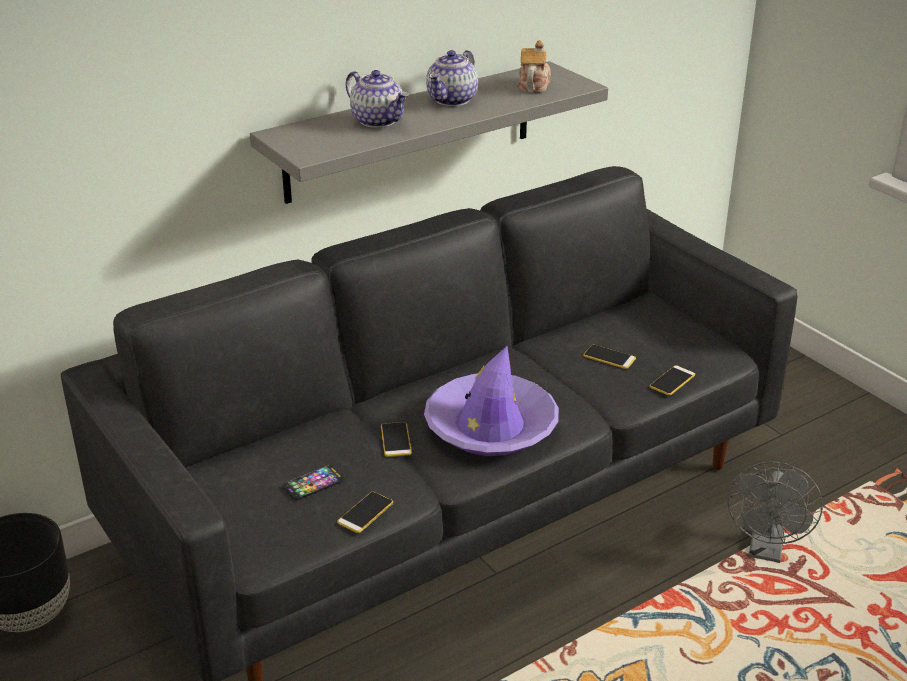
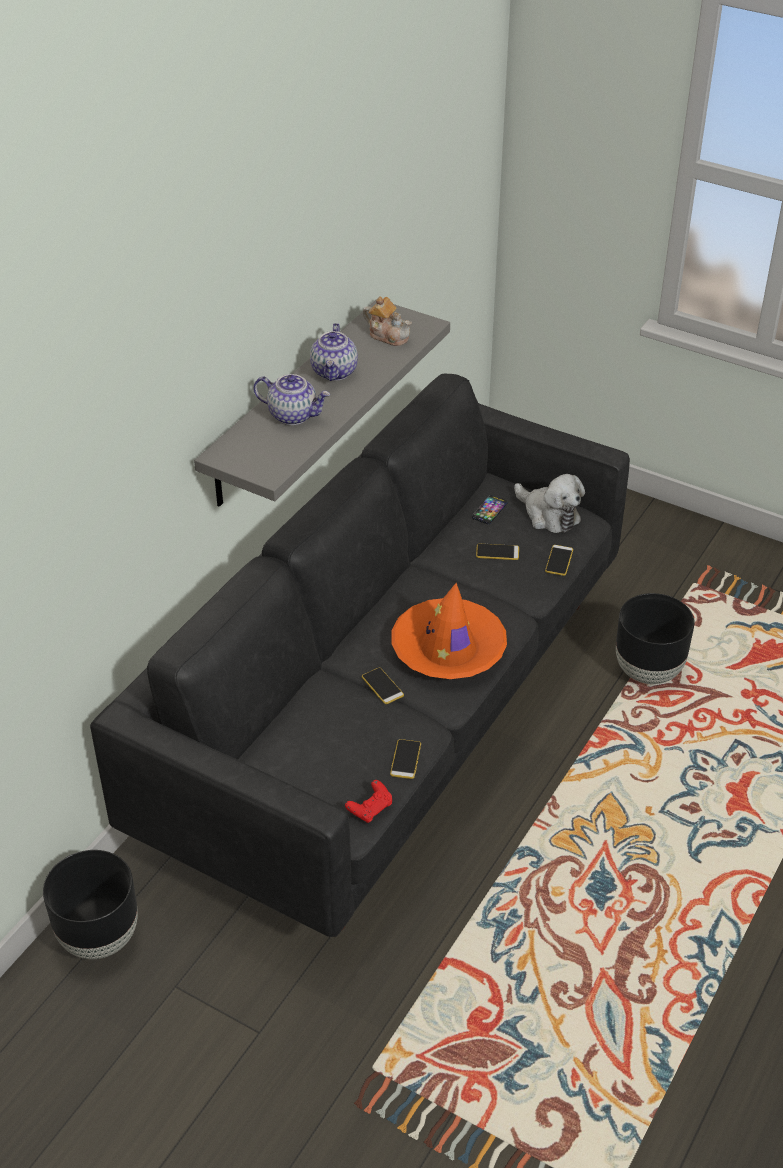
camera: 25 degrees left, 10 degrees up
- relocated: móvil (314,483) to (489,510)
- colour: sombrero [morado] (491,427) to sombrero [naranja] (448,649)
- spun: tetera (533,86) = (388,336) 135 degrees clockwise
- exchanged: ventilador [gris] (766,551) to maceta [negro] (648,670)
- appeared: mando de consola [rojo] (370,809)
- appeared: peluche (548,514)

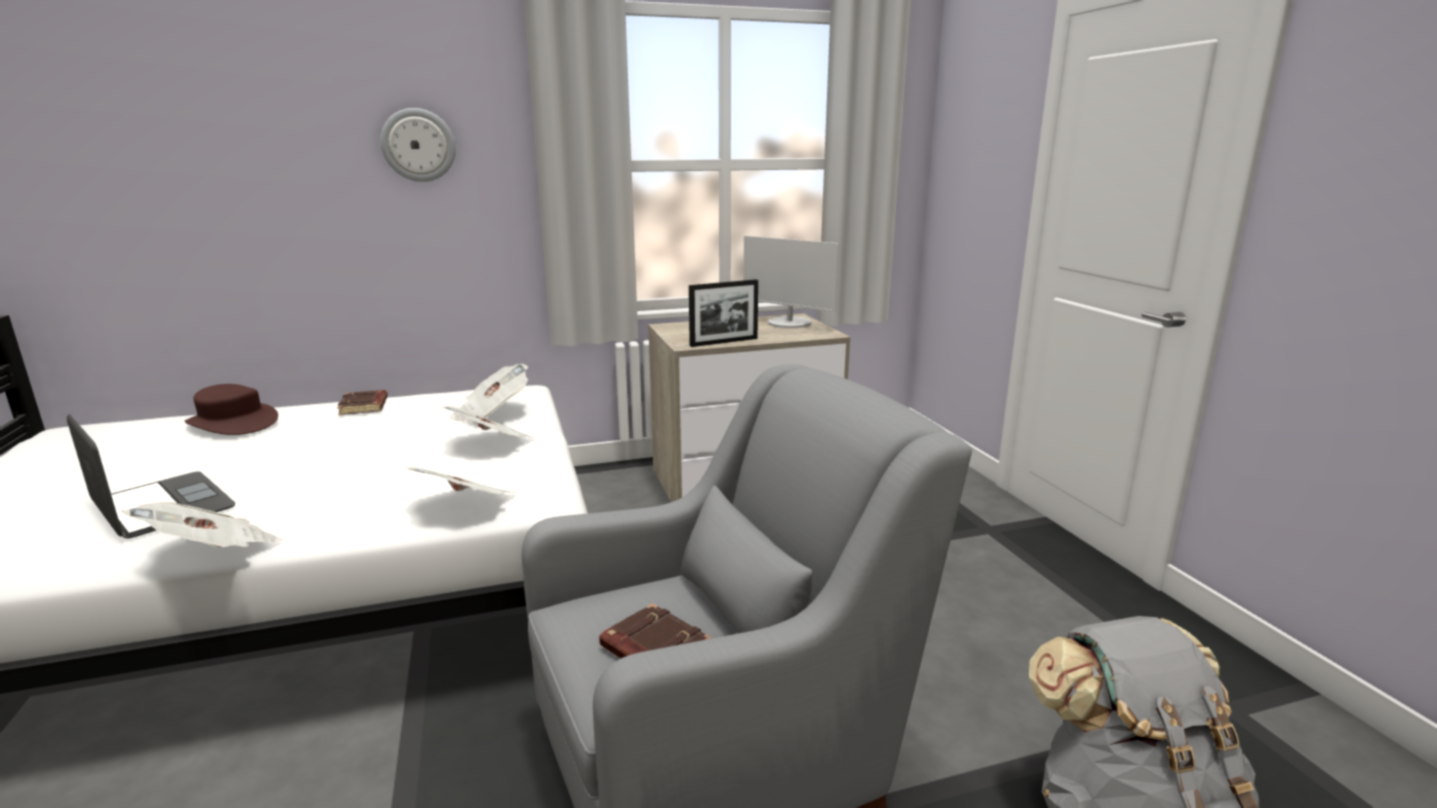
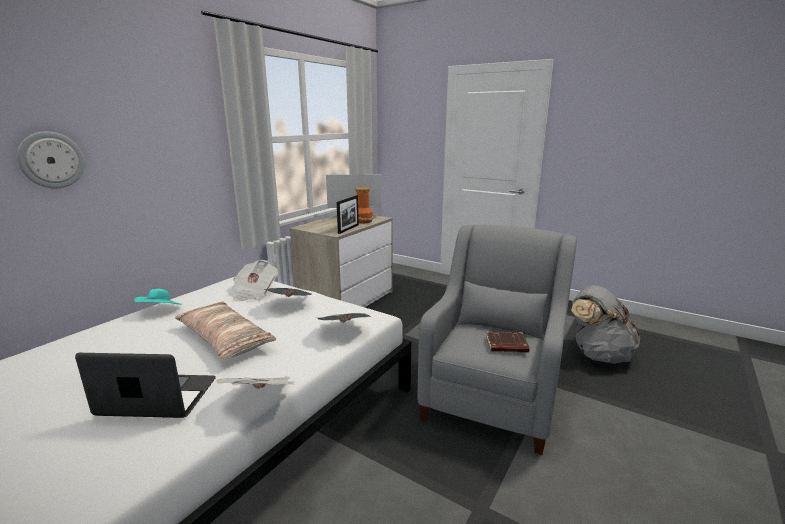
camera: 40 degrees left, 0 degrees up
- missing: sombrero [marrón] (232,423)
- exchanged: libro [marrón] (365,407) to sombrero [turquesa] (160,311)
- relocated: reloj de pared (418,145) to (51,160)
- appeared: cojín (224,339)
- appeared: florero (362,221)

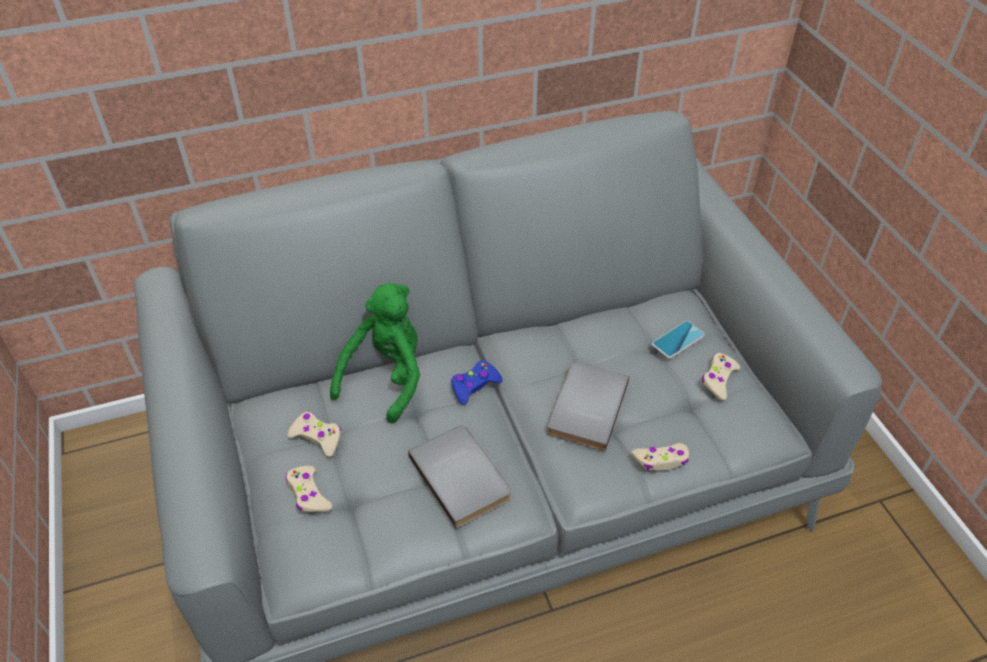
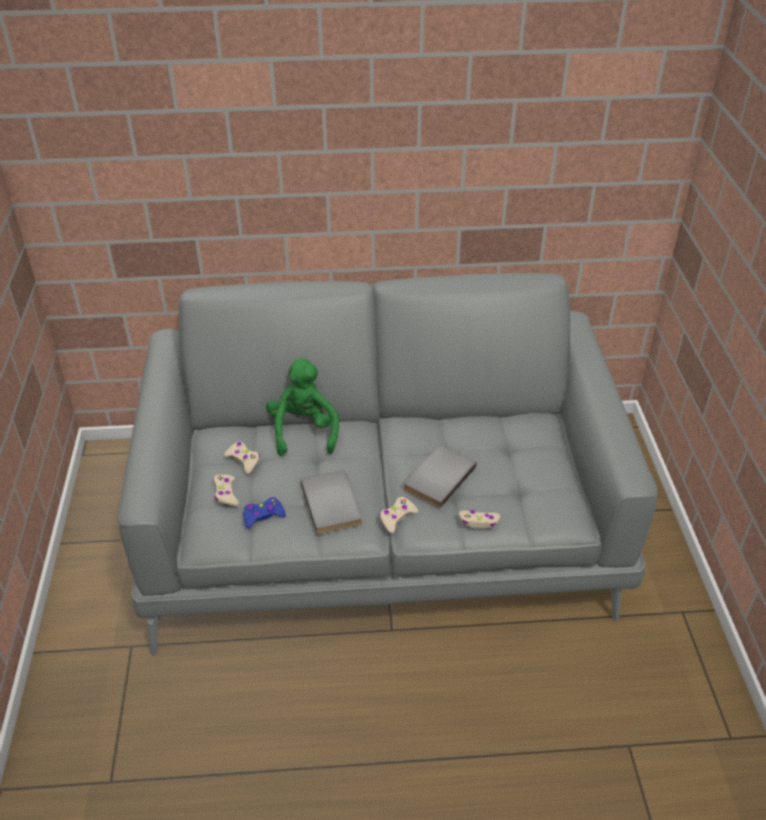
camera: 15 degrees right, 5 degrees down
- spun: peluche [verde] (385,377) = (304,431) 45 degrees counterclockwise
- relocated: mando de consola [azul] (474,386) to (263,516)
- missing: móvil (678,340)
- relocated: mando de consola [beis] (718,380) to (397,517)

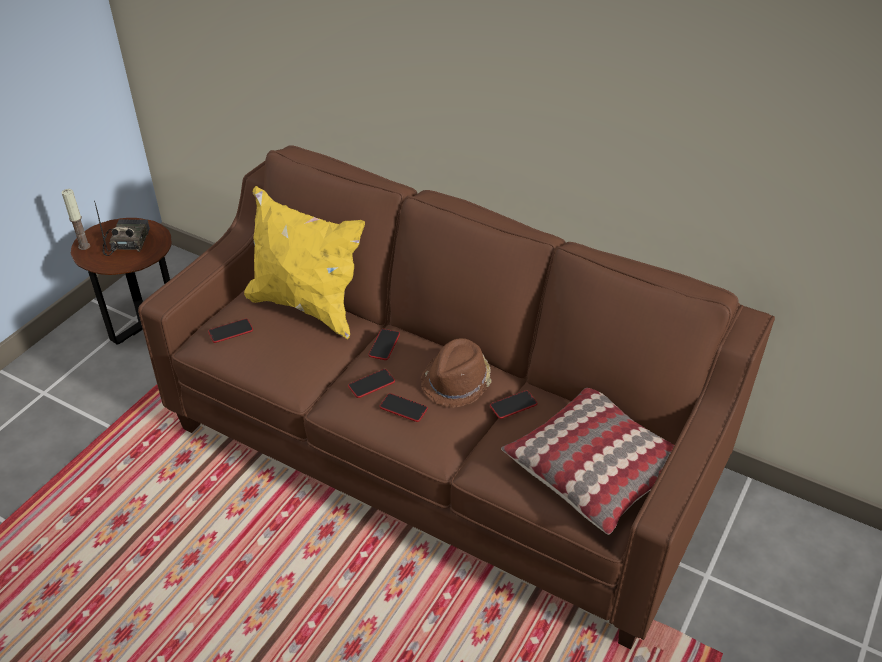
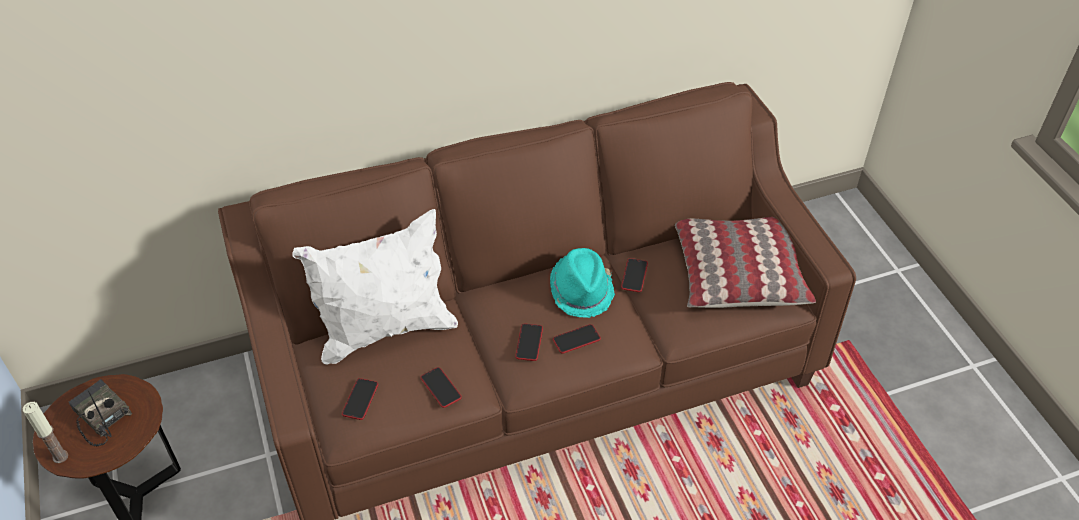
camera: 50 degrees left, 5 degrees up
- colour: cojín [amarillo] (307,307) to cojín [blanco] (385,330)
- relocated: móvil (384,345) to (441,388)
- colour: sombrero [marrón] (457,382) to sombrero [turquesa] (582,291)

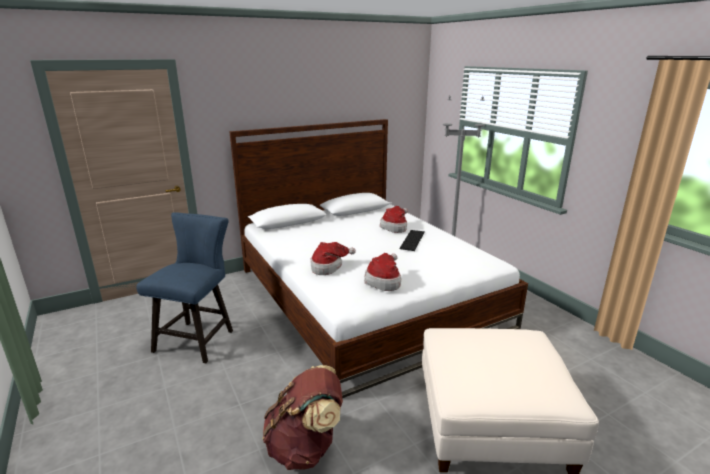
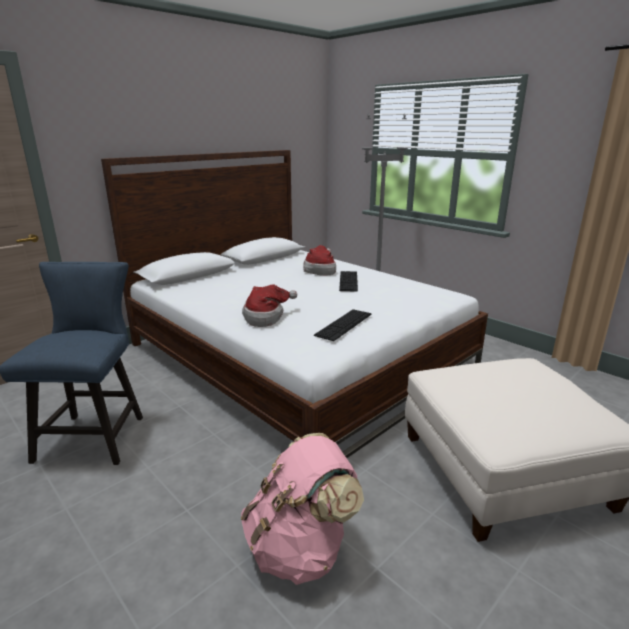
camera: 15 degrees left, 0 degrees up
- colour: mochila [marrón] (306,447) to mochila [rosa] (300,548)
- exchanged: sombrero (384,281) to teclado (344,324)

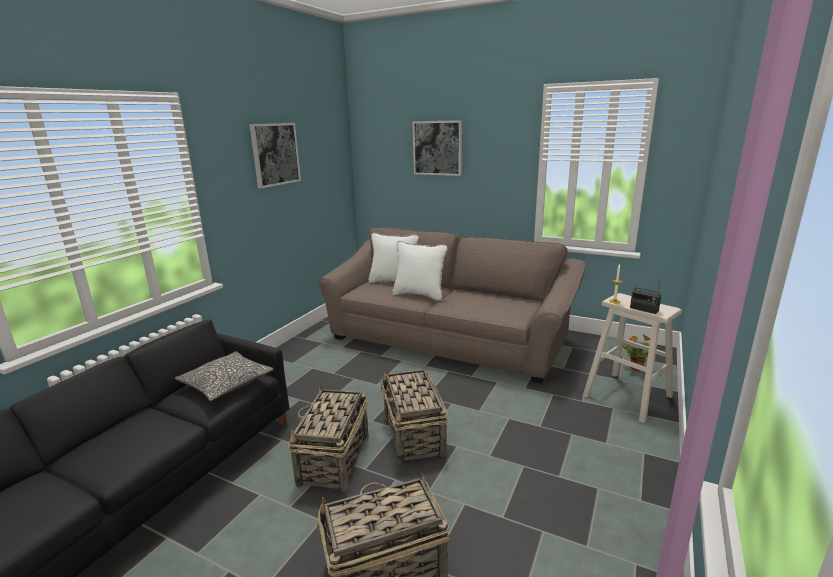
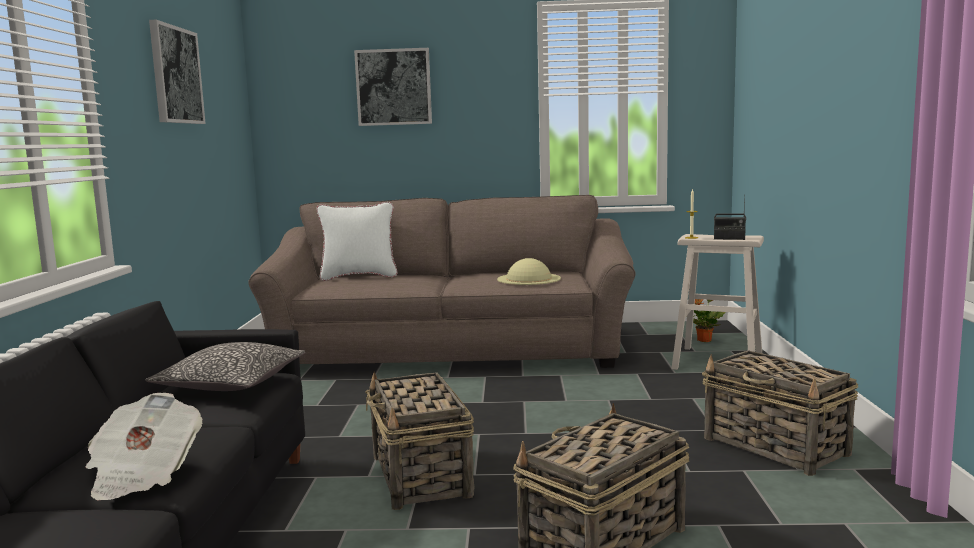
camera: 25 degrees left, 10 degrees down
- relocated: cesta (414,436) to (776,447)
- missing: cojín [blanco] (419,294)
- appeared: periódico (143,474)
- appeared: sombrero [beis] (528,279)

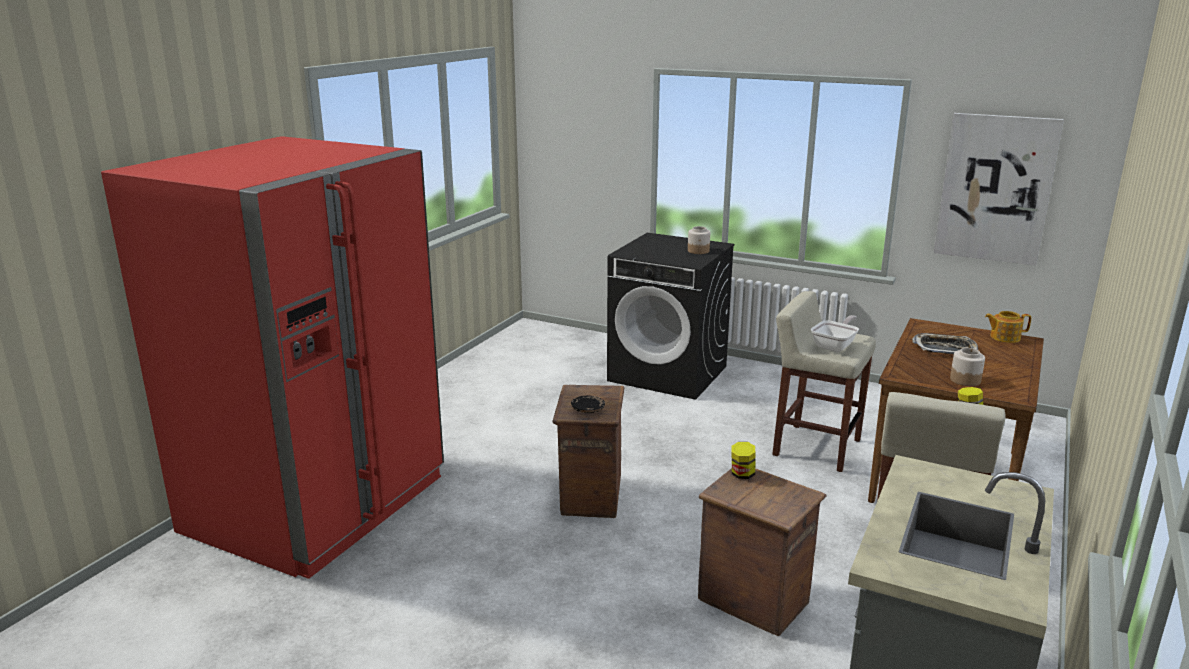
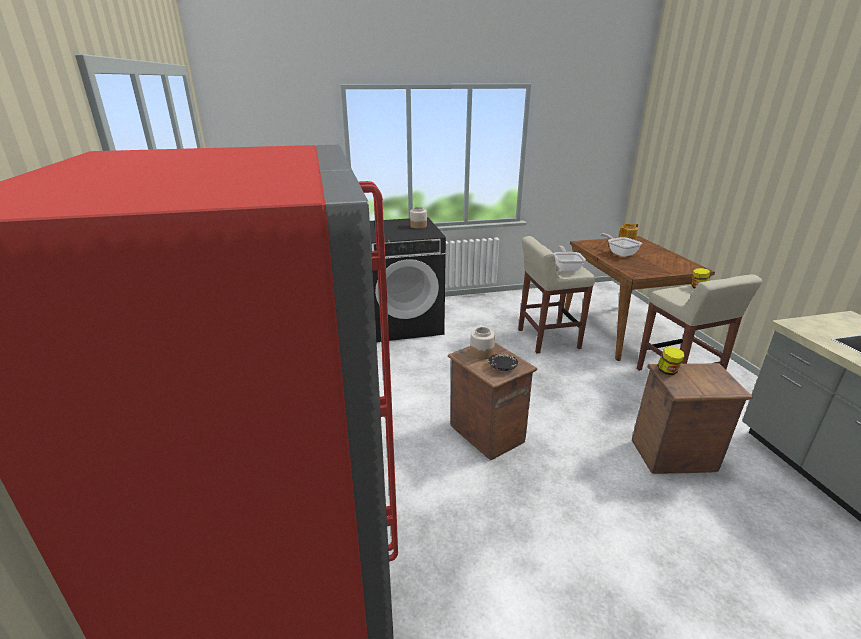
camera: 40 degrees left, 5 degrees up
- exchanged: bandeja (945,349) to sartén (620,253)
- missing: cuadro (995,188)
- relocated: tarro (965,380) to (481,353)

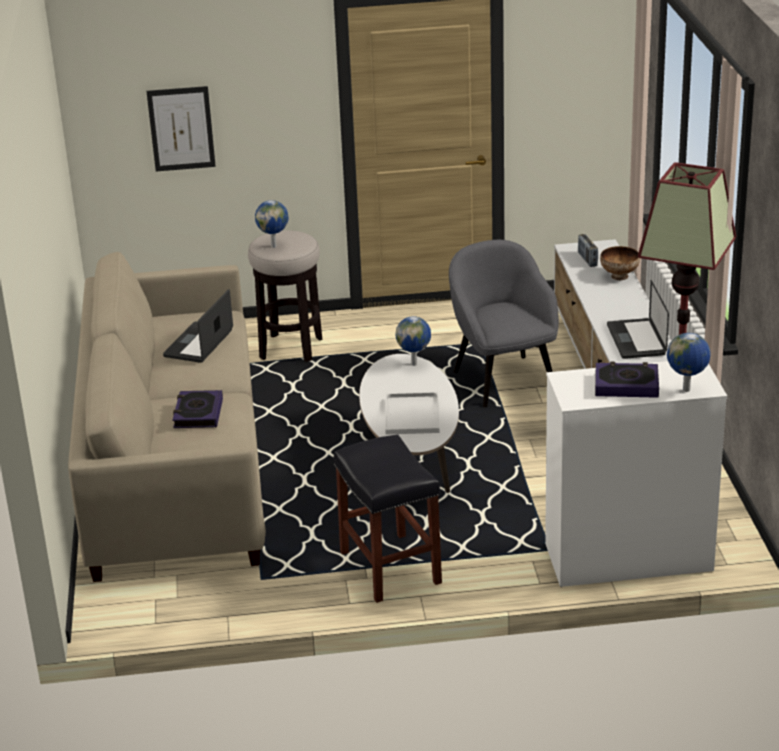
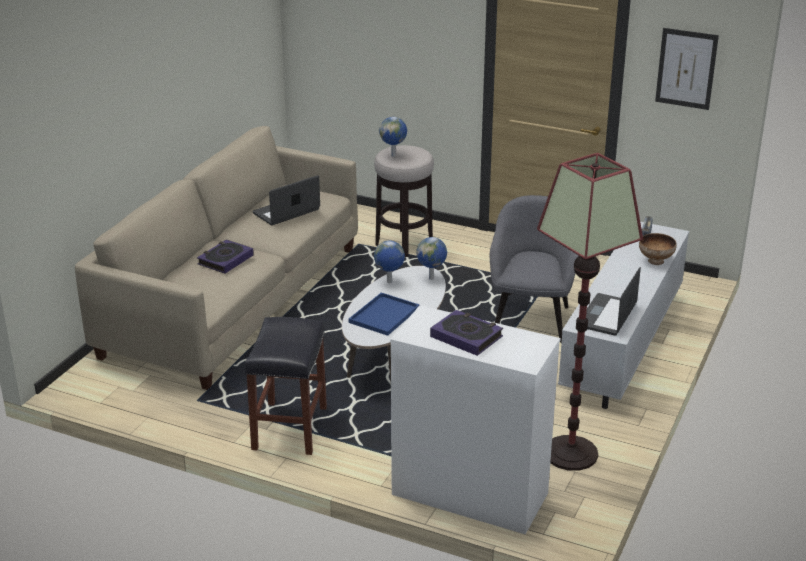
camera: 30 degrees right, 0 degrees up
- relocated: cuadro (181,128) to (686,68)
- colour: bandeja [blanco] (413,416) to bandeja [azul] (384,316)
- relocated: globo terráqueo (687,390) to (389,282)

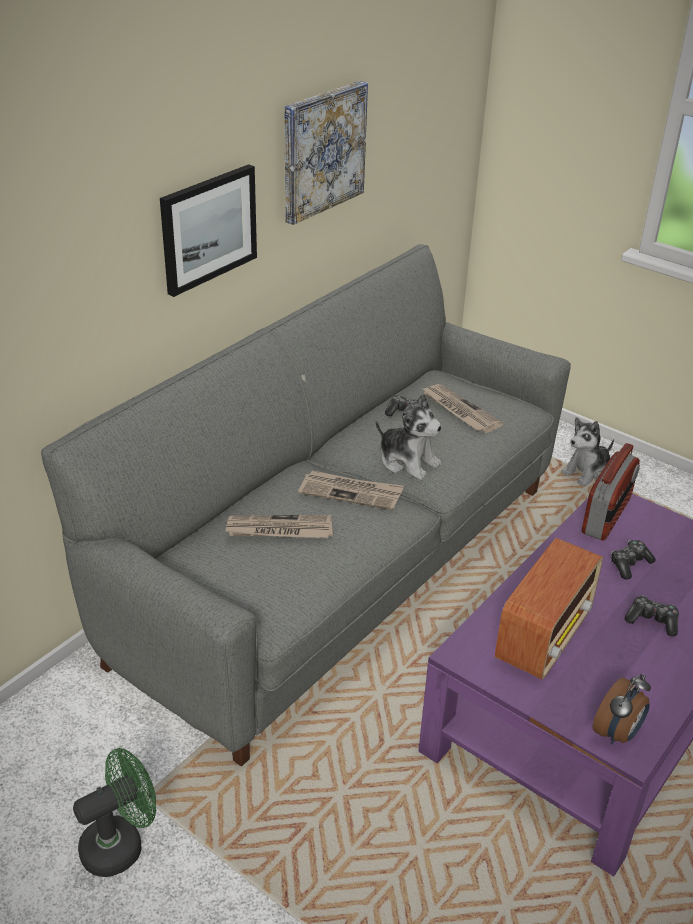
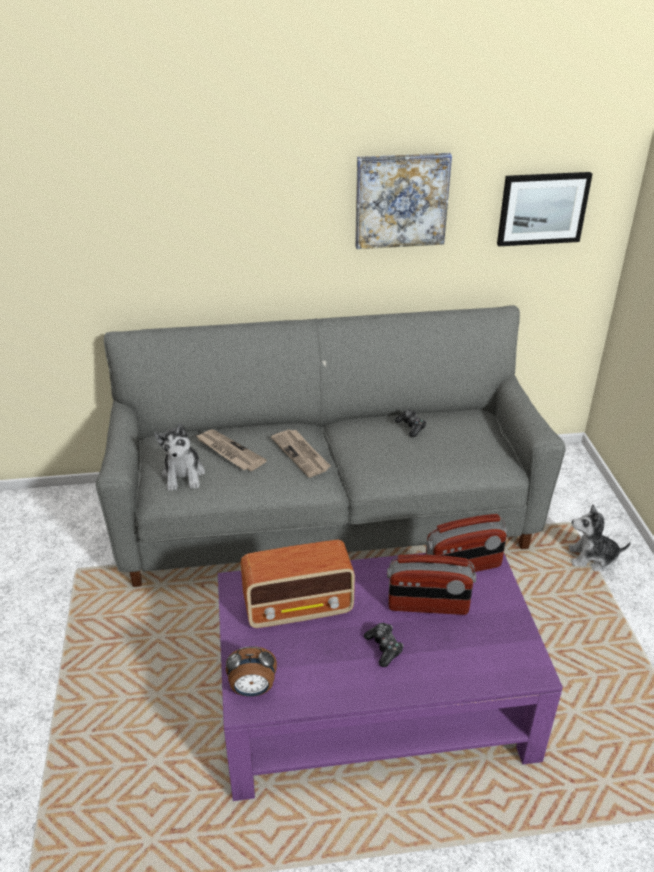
camera: 45 degrees right, 0 degrees up
- missing: ventilador [verde] (121,844)
- relocated: cuadro (208,228) to (542,208)
- relocated: peluche (408,461) to (183,475)
- missing: periódico (459,410)
- exchanged: mando de consola (629,564) to radio (428,605)

